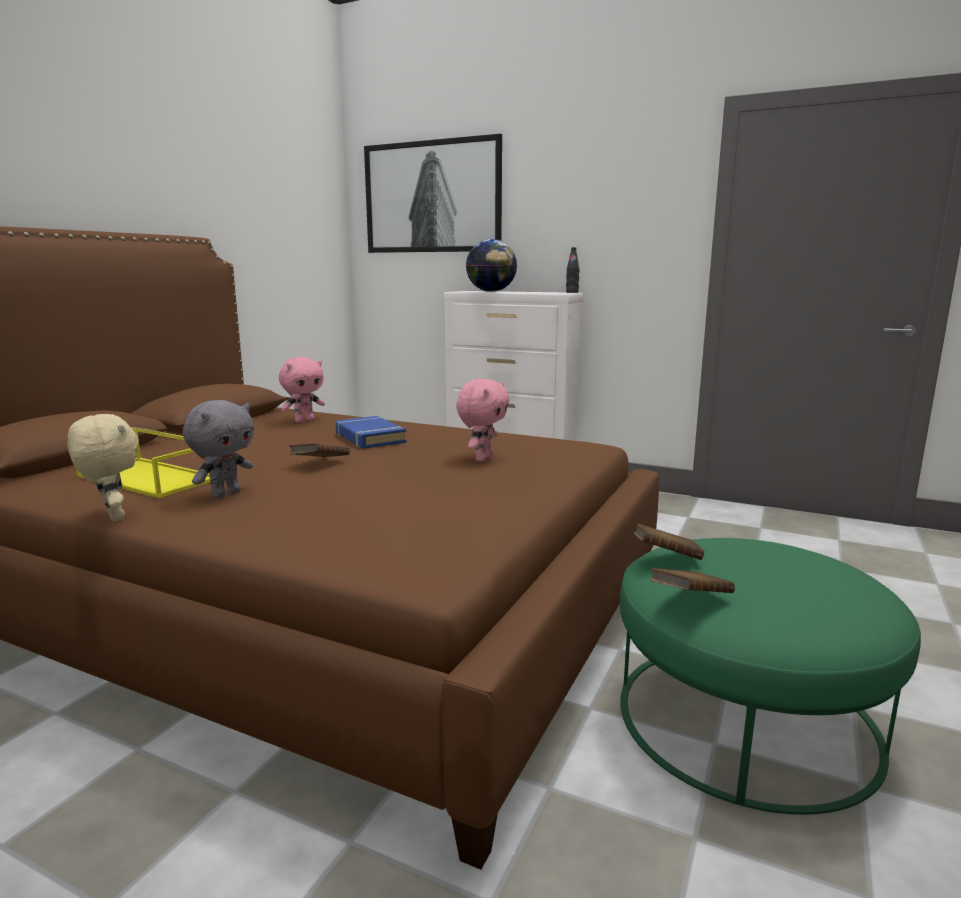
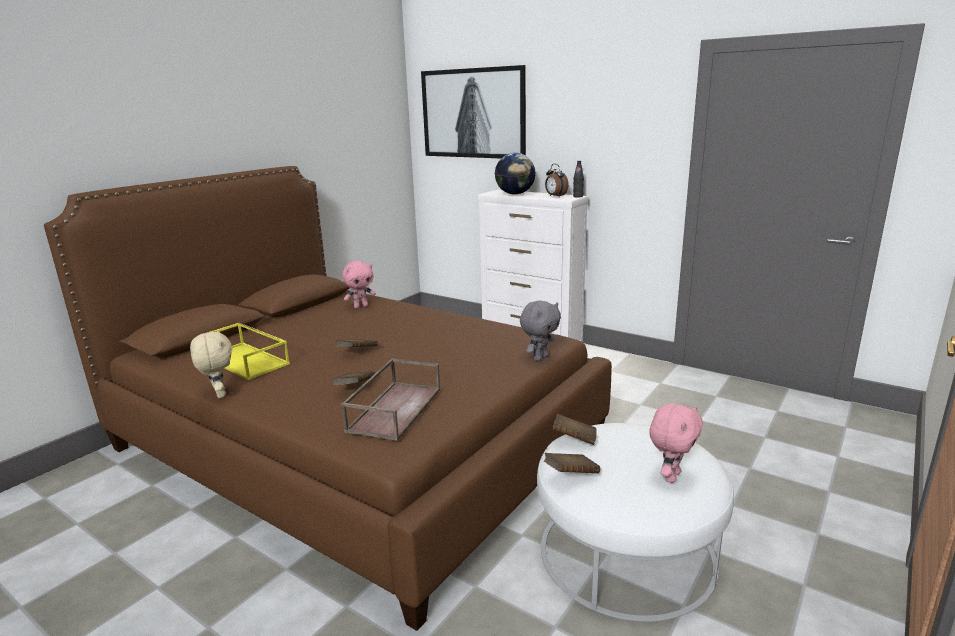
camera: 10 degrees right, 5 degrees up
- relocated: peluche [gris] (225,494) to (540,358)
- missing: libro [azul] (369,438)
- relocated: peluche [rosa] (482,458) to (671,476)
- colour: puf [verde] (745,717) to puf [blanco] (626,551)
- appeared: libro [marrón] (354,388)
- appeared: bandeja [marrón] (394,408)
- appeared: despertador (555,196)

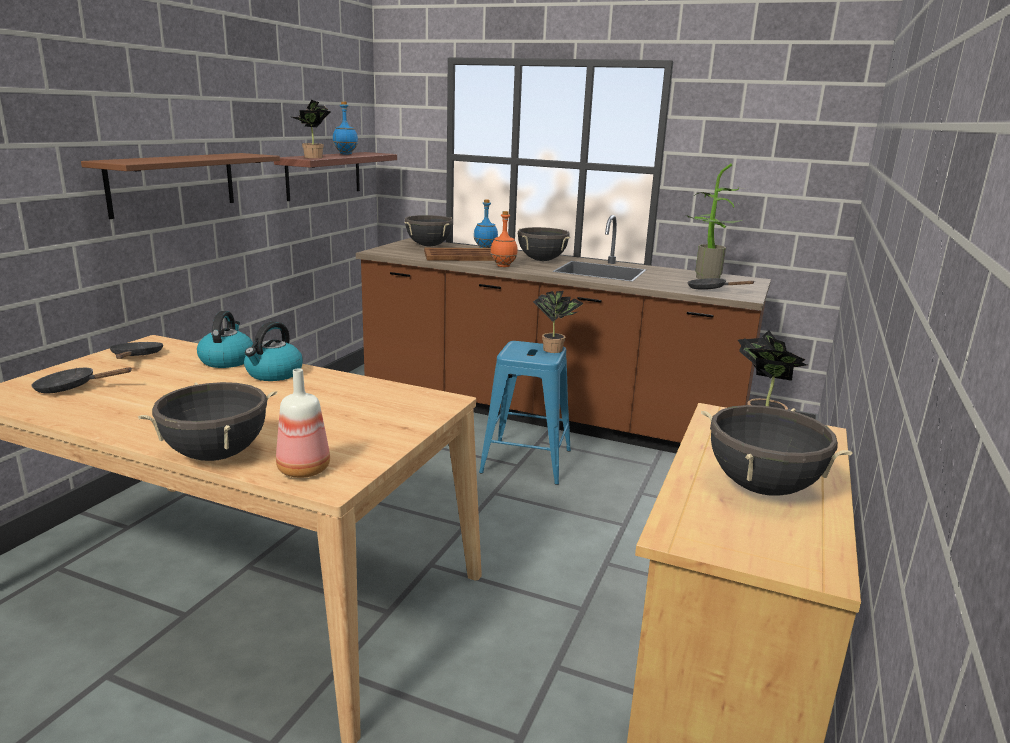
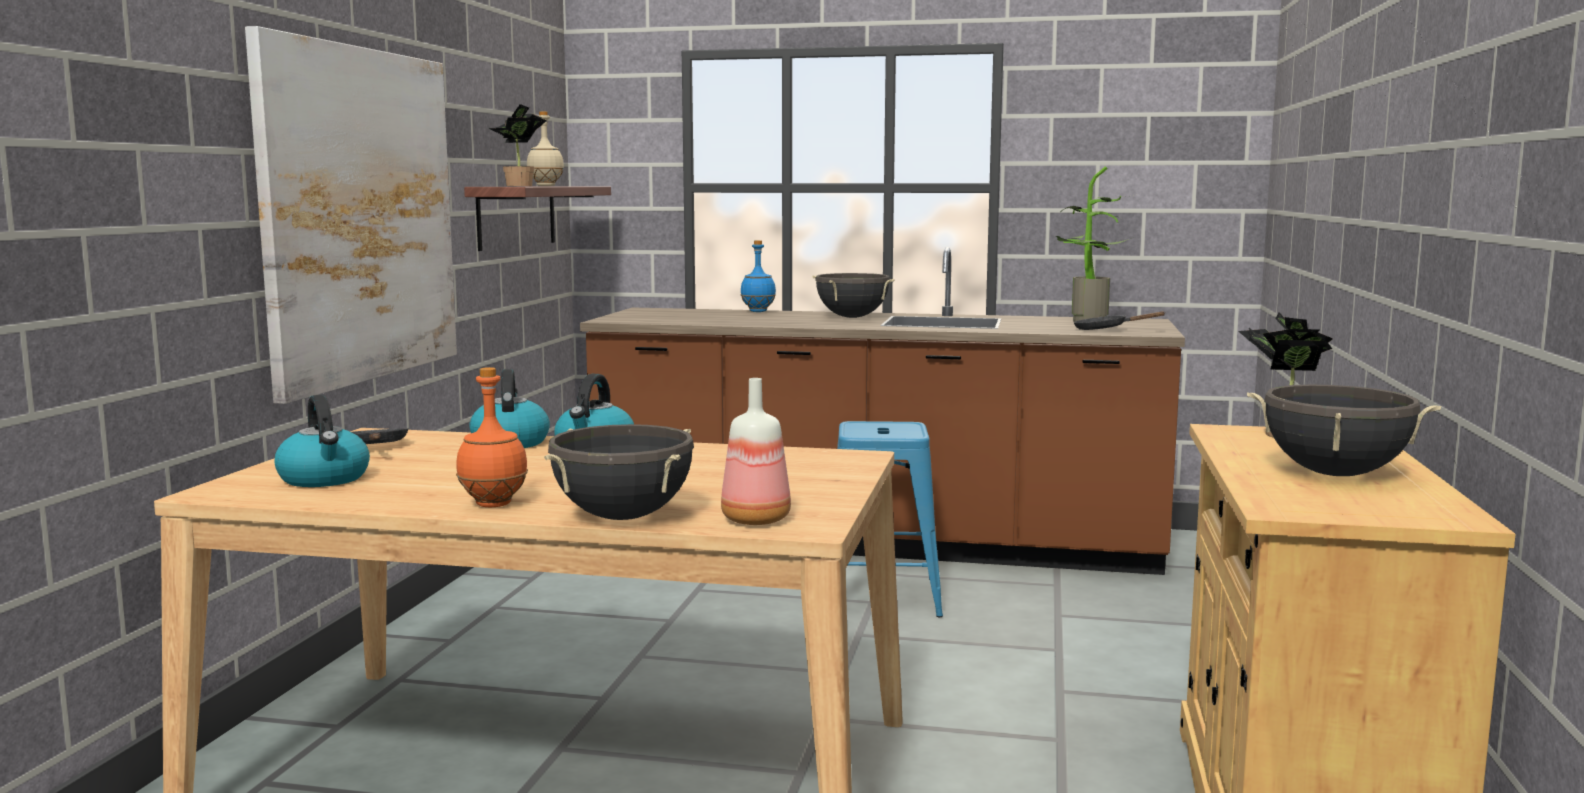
camera: 10 degrees left, 10 degrees down
- exchanged: sartén [negro] (72,388) to hervidor (325,479)
- exchanged: estante [marrón] (173,183) to cuadro (361,215)
- colour: botella [azul] (346,154) to botella [beis] (546,186)
- missing: olla [negro] (429,246)
- missing: bandeja [marrón] (463,256)
- relocated: botella [naranja] (503,266) to (493,504)
- missing: planta en maceta (555,349)

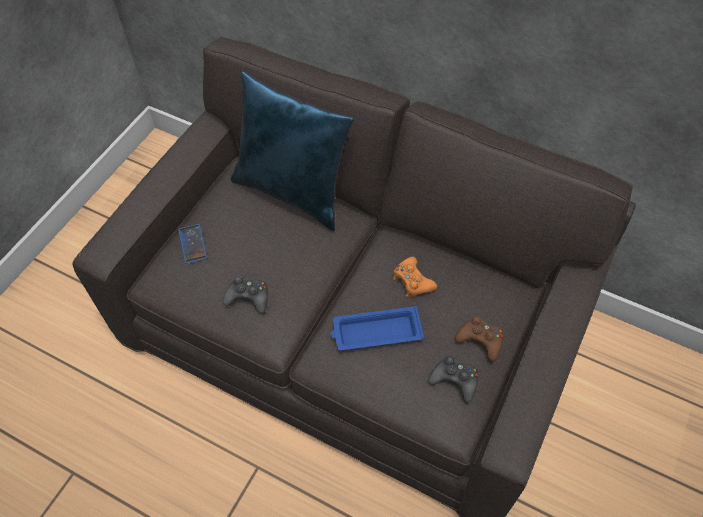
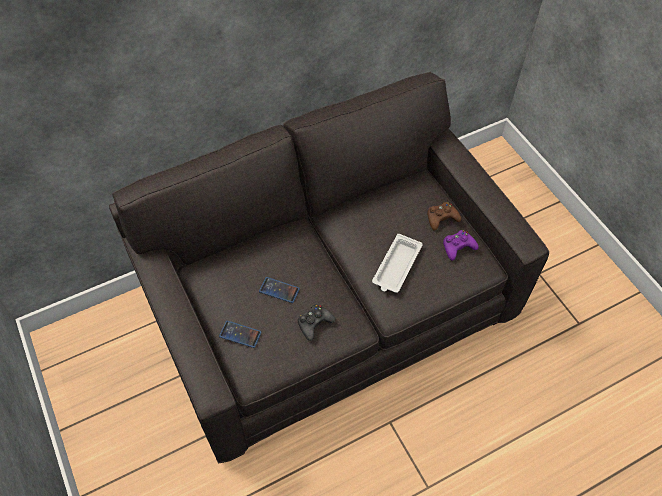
camera: 55 degrees left, 0 degrees up
- missing: cojín [azul] (293,191)
- colour: bandeja [azul] (375,332) to bandeja [blanco] (396,267)
- missing: mando de consola [naranja] (412,281)
- colour: mando de consola [negro] (454,380) to mando de consola [morado] (458,247)
- appeared: móvil (279,290)

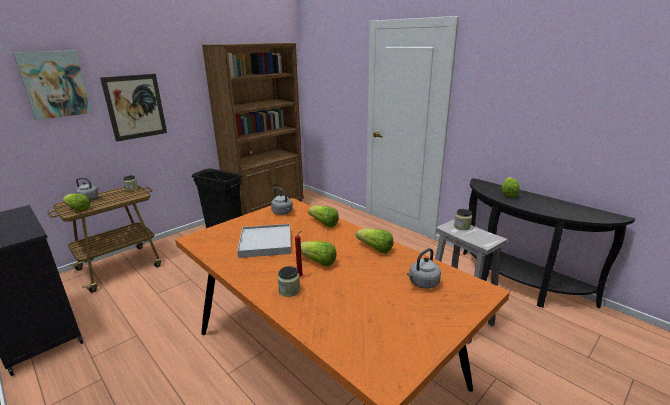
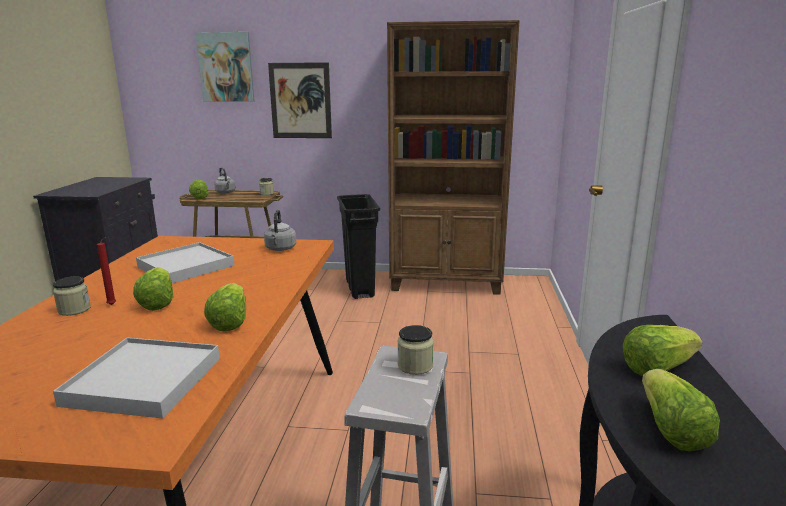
camera: 50 degrees right, 5 degrees down
- relocated: lechuga (324,224) to (670,430)
- exchanged: hervidor [gris] (422,283) to bandeja [blanco] (143,381)

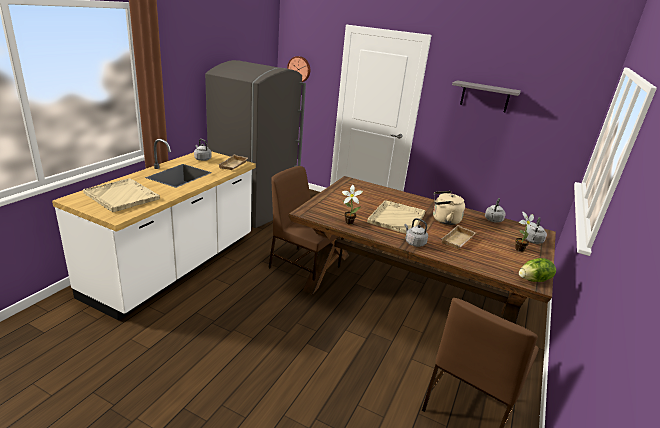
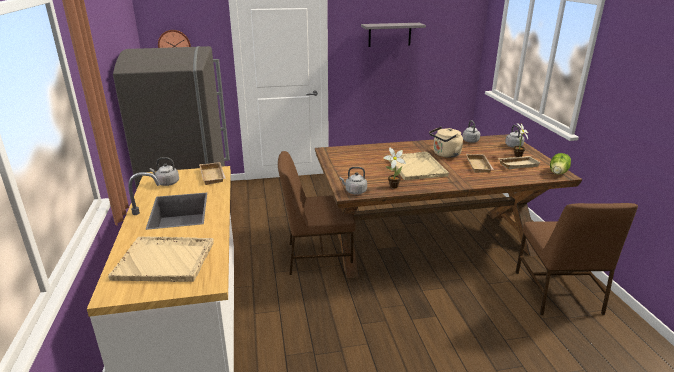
camera: 35 degrees left, 0 degrees up
- relocated: hervidor [gris] (414,243) to (354,191)
- appeared: bandeja [beis] (518,164)

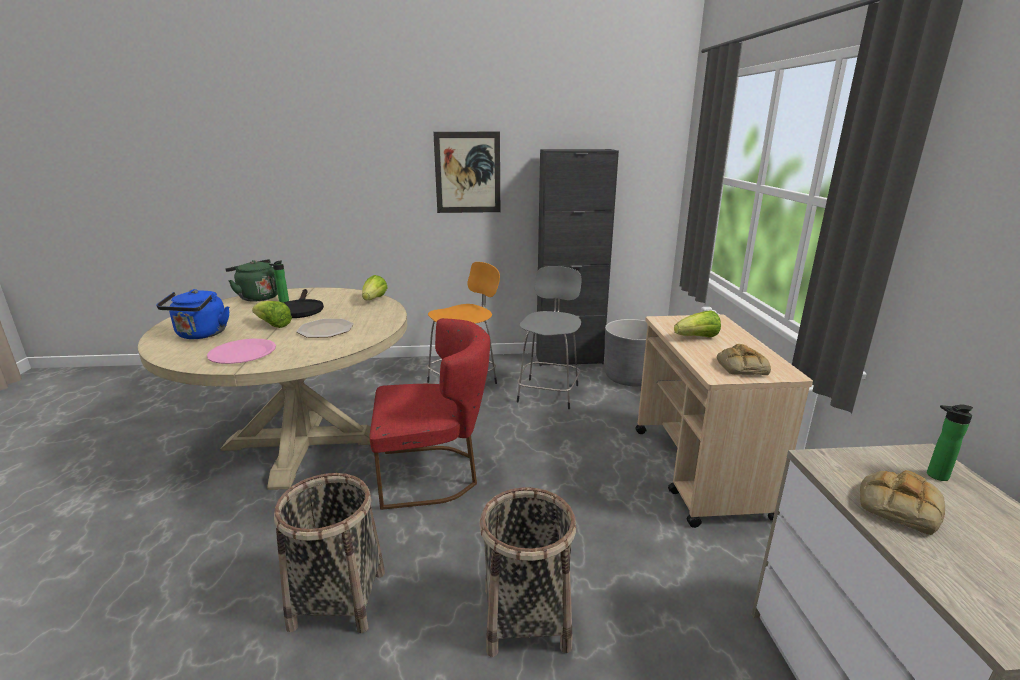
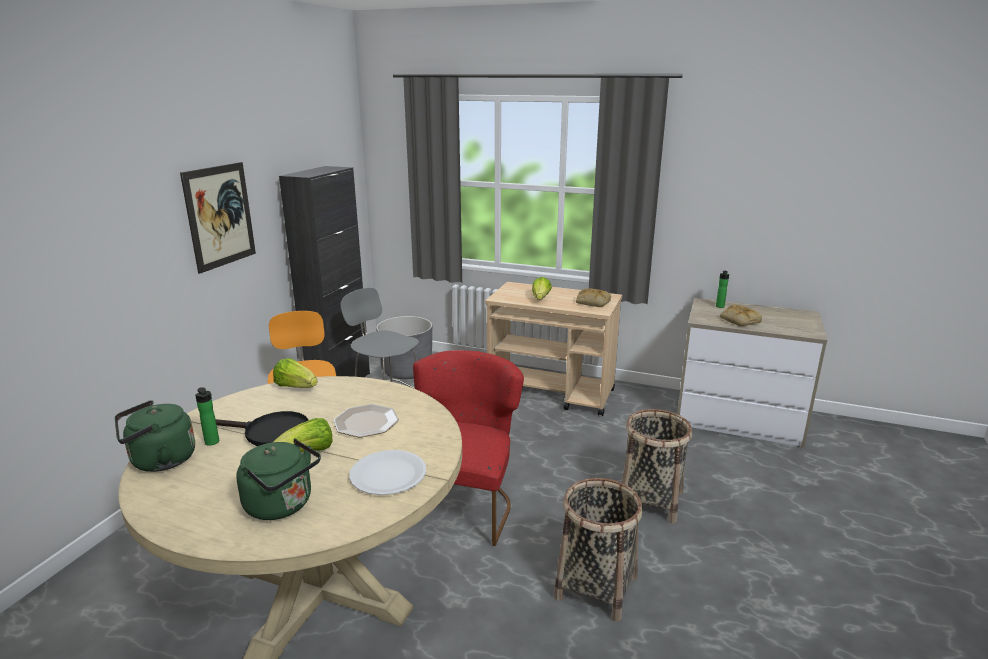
camera: 65 degrees left, 0 degrees up
- colour: hervidor [azul] (201,335) to hervidor [verde] (282,505)
- colour: plato [rosa] (243,353) to plato [blanco] (388,474)

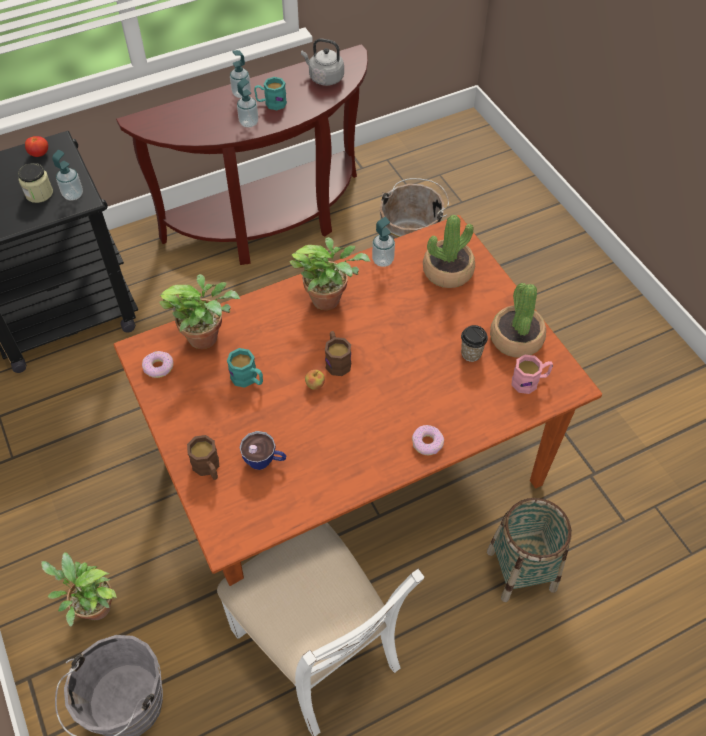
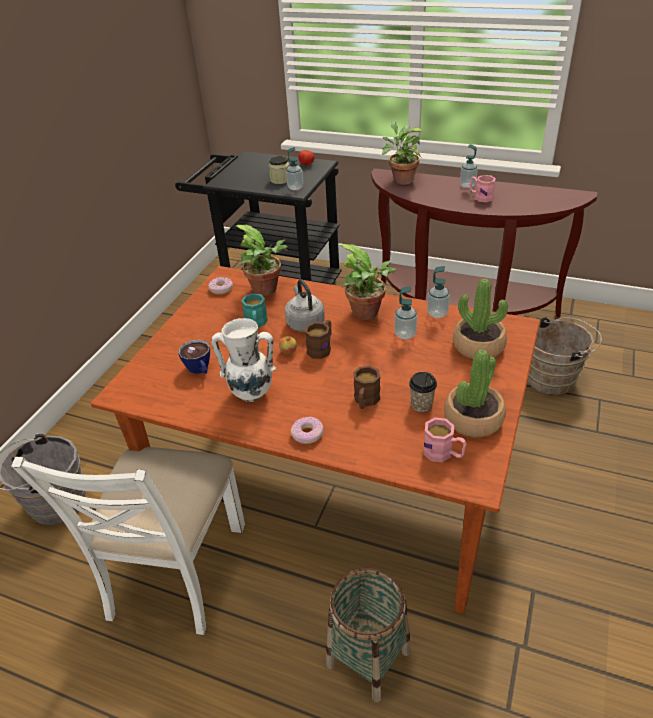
camera: 50 degrees right, 15 degrees down
- relocated: planta en maceta (93,607) to (401,180)
- relocated: taza grande [marrón] (208,468) to (365,401)
- relocated: dispensador de jabón (249,123) to (405,334)
- colour: taza grande [turquesa] (271,103) to taza grande [rosa] (480,197)
- relocated: hervidor [gris] (324,78) to (304,323)
- appeared: florero [blanco] (251,393)

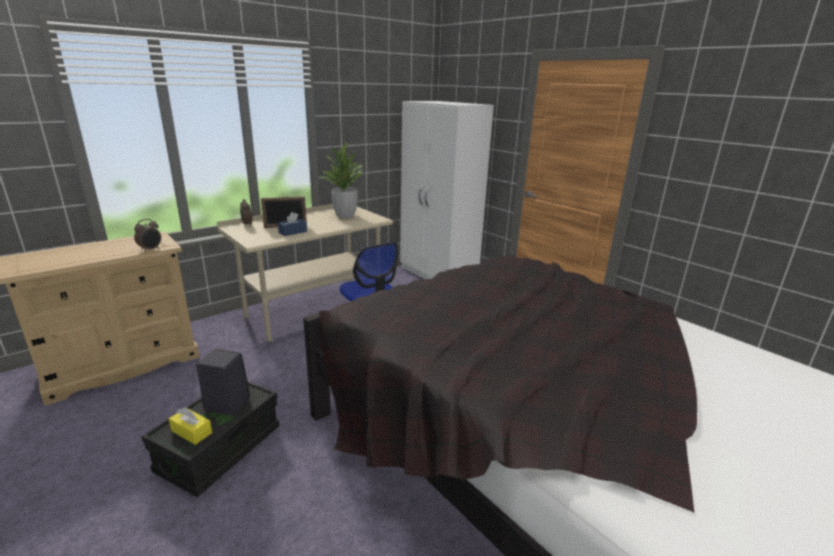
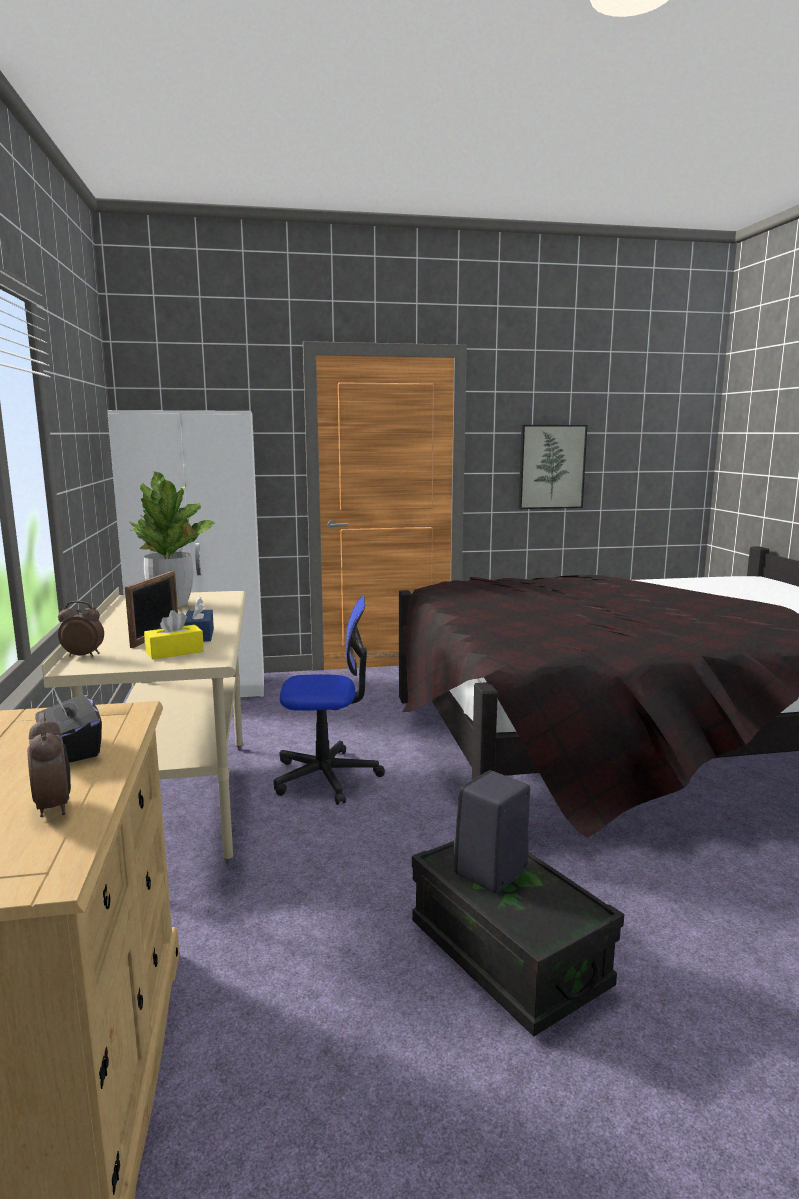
camera: 60 degrees left, 10 degrees down
- relocated: despertador (151,249) to (54,807)
- relocated: caja de pañuelos [amarillo] (191,432) to (175,652)
- appeared: caja de pañuelos [negro] (70,750)
- appeared: cuadro (551,467)

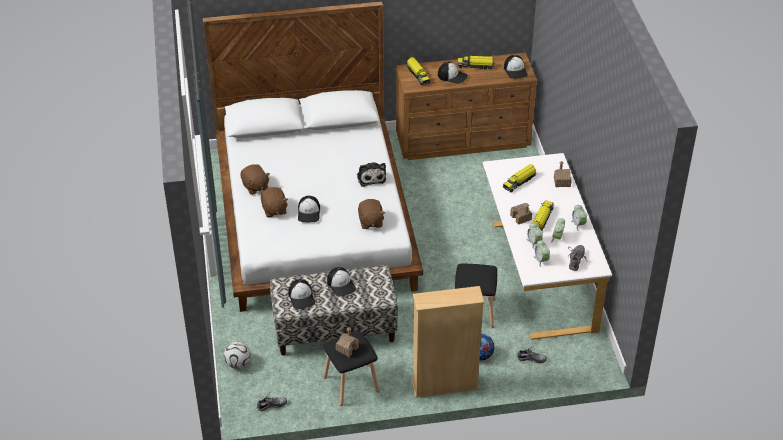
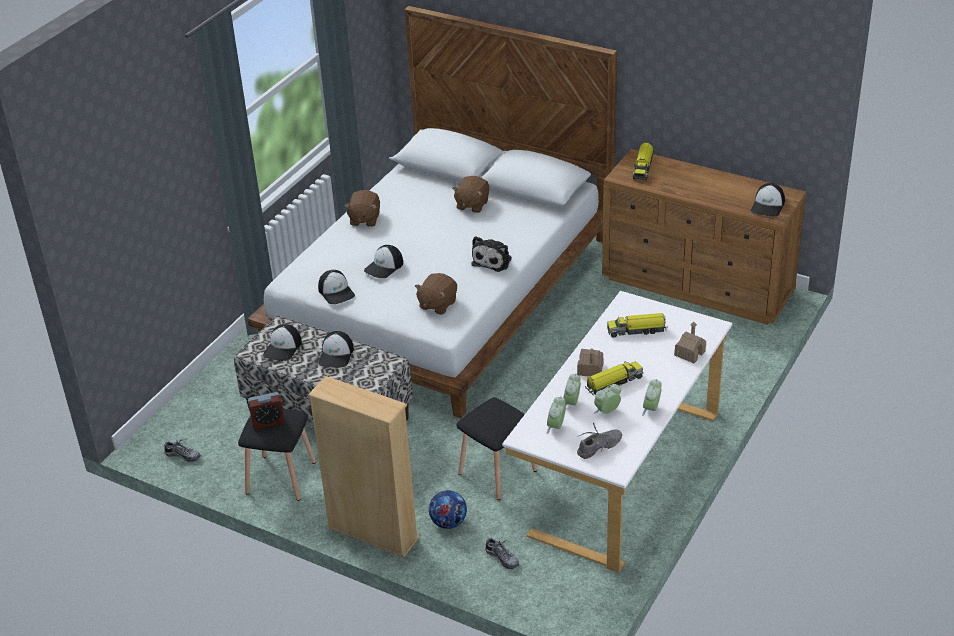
camera: 40 degrees right, 5 degrees down
- missing: balón de fútbol (238,364)
- relocated: peluche [marrón] (274,210) to (472,205)
- exchanged: casita (347,348) to despertador (268,422)
- relocated: gorra (452,76) to (336,292)
- missing: camión de juguete (476,66)

